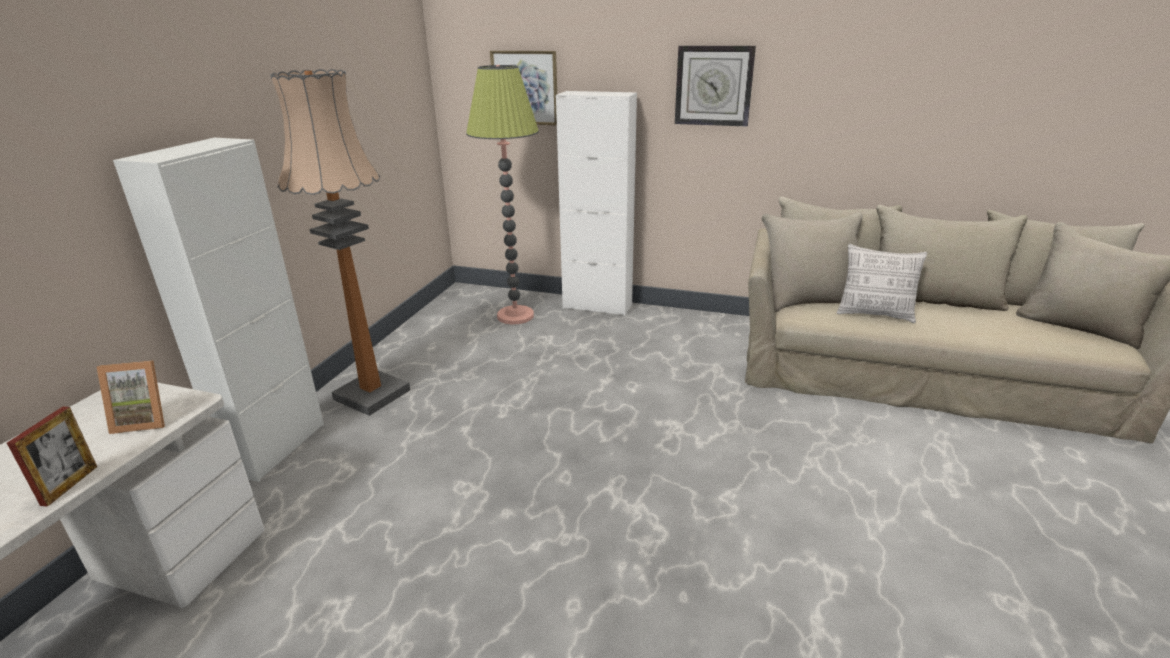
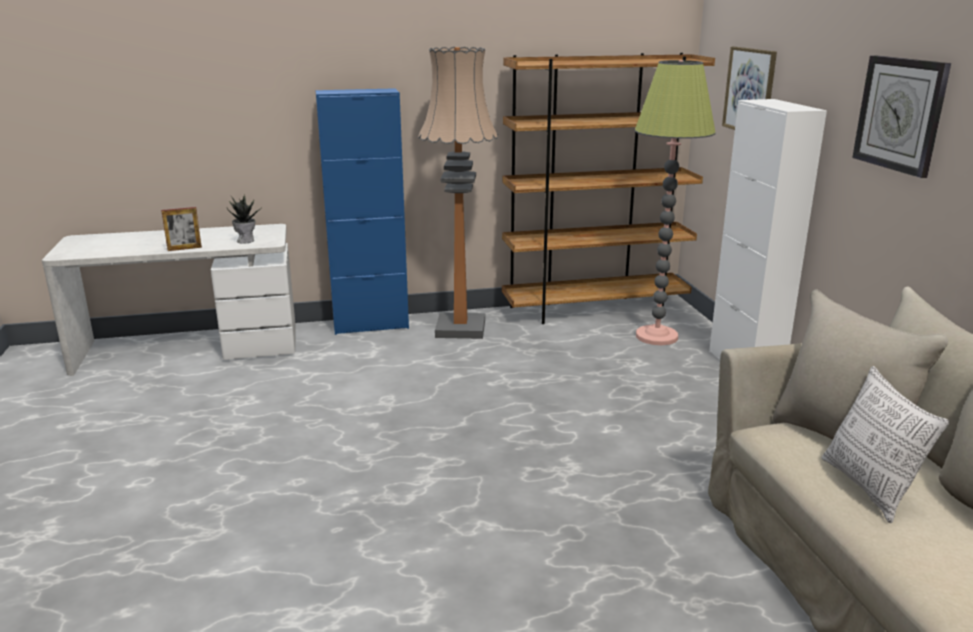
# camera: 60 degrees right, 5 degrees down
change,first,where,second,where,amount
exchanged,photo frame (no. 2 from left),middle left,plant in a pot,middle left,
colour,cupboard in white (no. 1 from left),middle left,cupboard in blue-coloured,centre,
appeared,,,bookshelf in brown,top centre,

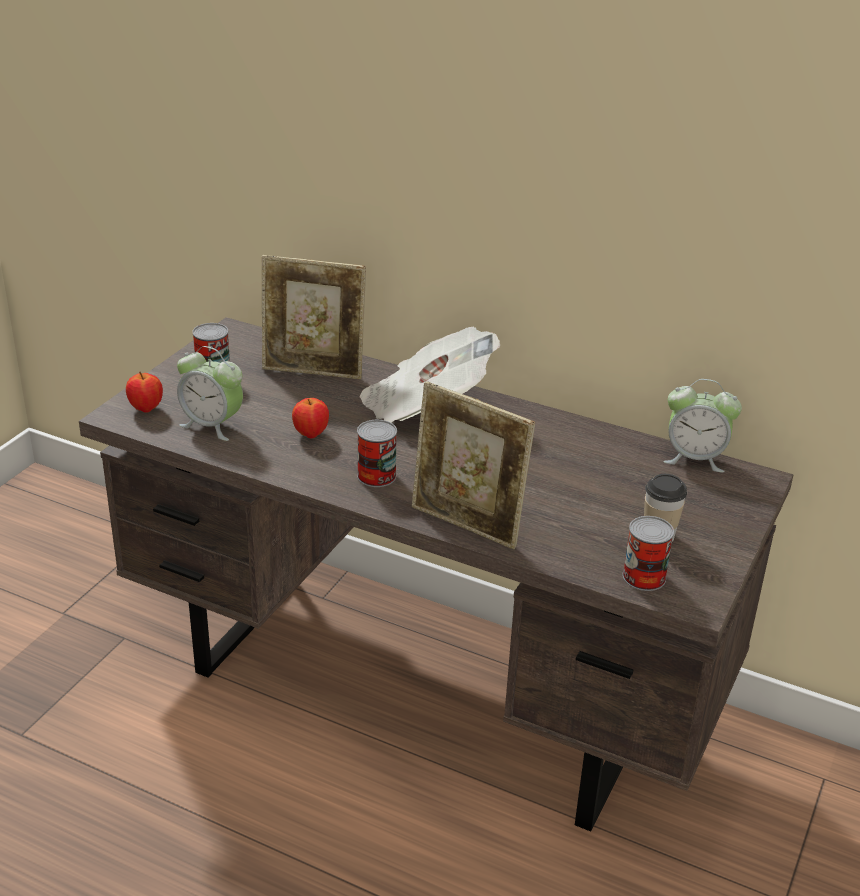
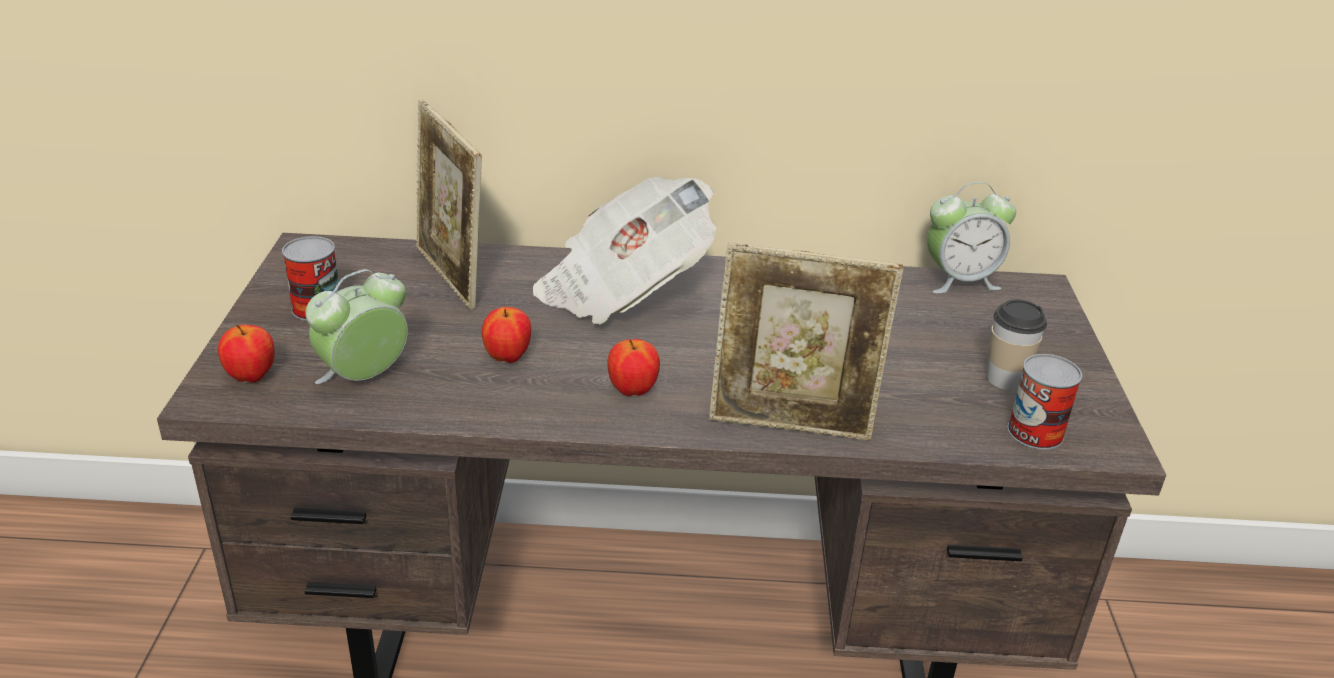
# camera: 25 degrees left, 0 degrees up
change,first,where,second,where,amount
spun,alarm clock (no. 1 from left),middle left,,middle left,135 degrees clockwise
spun,photo frame (no. 1 from left),centre,,top centre,75 degrees clockwise
exchanged,sealed can (no. 2 from left),centre,whole apple (no. 3 from left),centre,

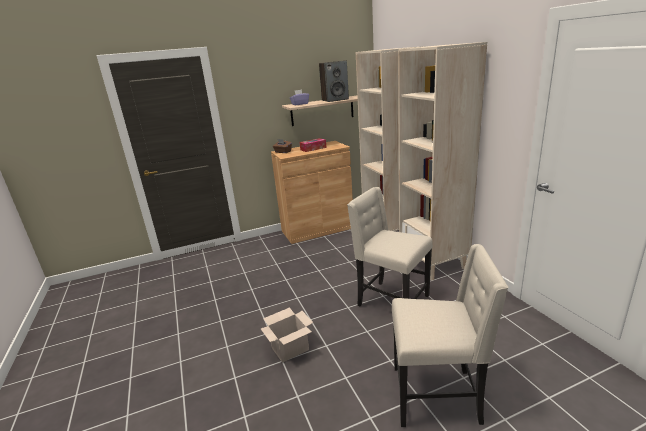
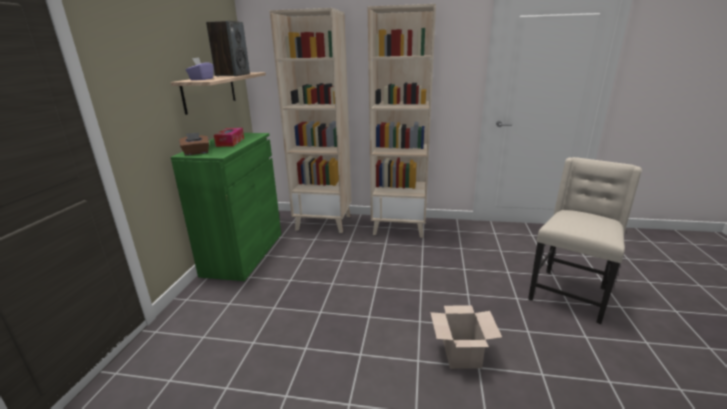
# camera: 60 degrees left, 0 degrees up
change,first,where,second,where,amount
colour,cupboard in brown,centre,cupboard in green-coloured,middle left,
missing,upright chair in sand-coloured (no. 1 from left),centre,,,

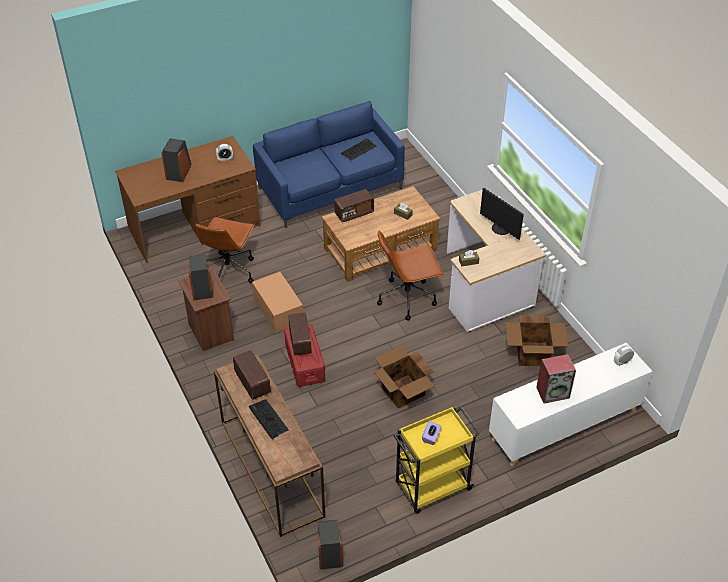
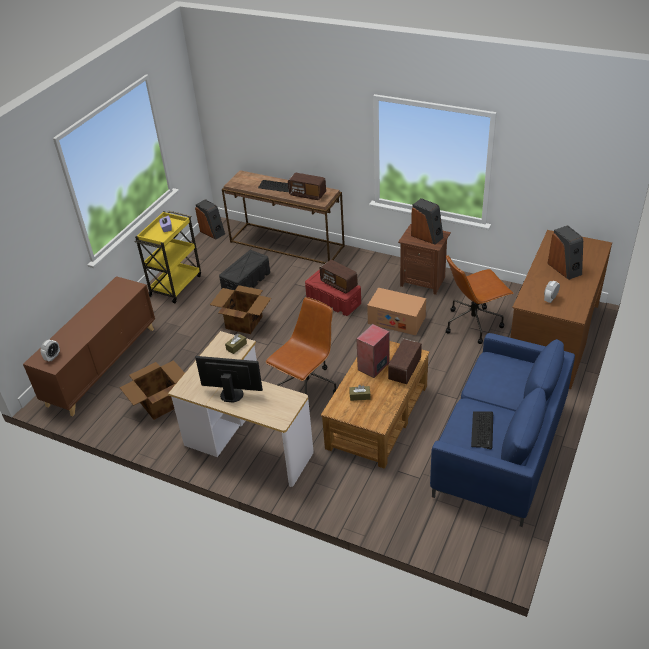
# camera: 145 degrees right, 5 degrees down
change,first,where,second,where,amount
colour,cupboard in white,bottom right,cupboard in brown,middle left,
appeared,,,storage bin in blackish,centre,
relocated,audio speaker (no. 4 from left in the first image),middle right,audio speaker (no. 2 from left),centre,
spun,desk chair in brown (no. 1 from left in the first image),middle left,desk chair in brown (no. 2 from left),middle right,90 degrees counterclockwise

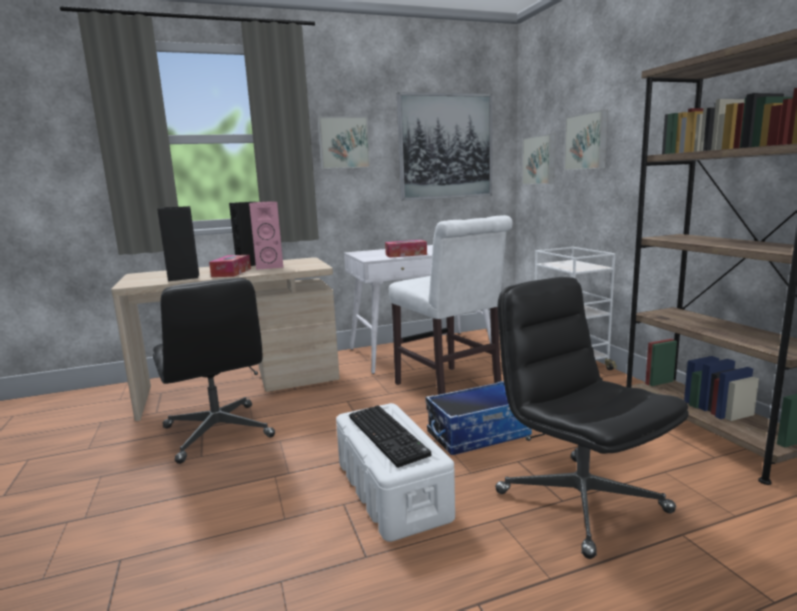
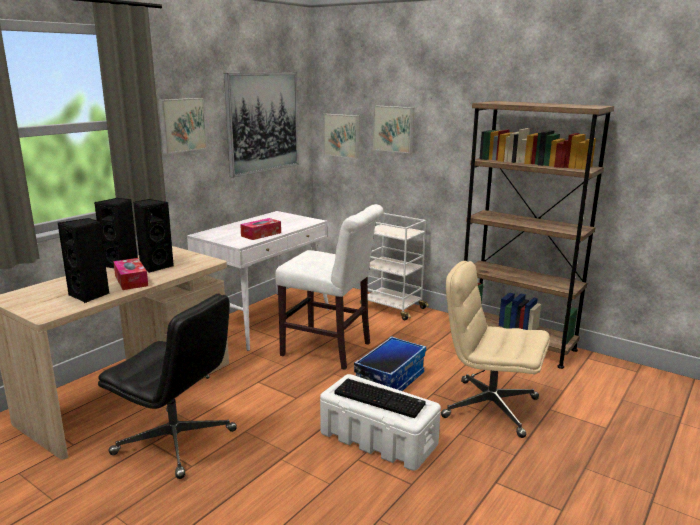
# camera: 35 degrees left, 5 degrees up
change,first,where,second,where,amount
colour,audio speaker in pink,centre,audio speaker in blackish (no. 3 from left),middle left,
colour,desk chair in blackish (no. 2 from left),bottom right,desk chair in sand-coloured,middle right,

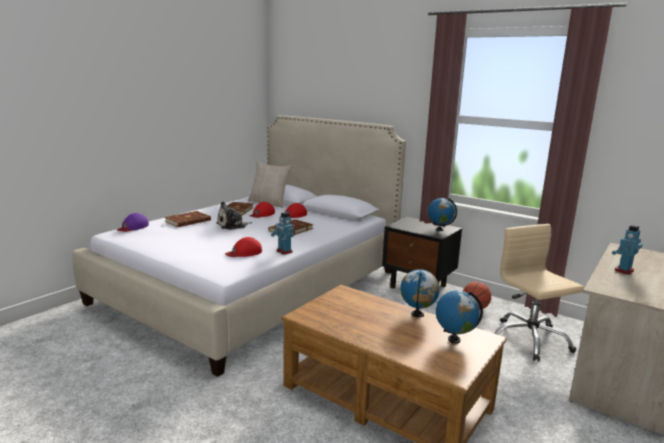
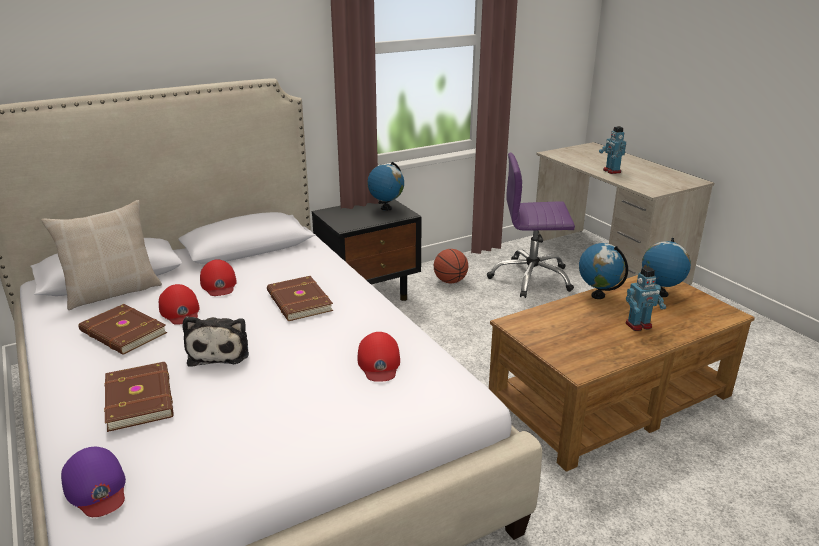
# camera: 65 degrees left, 10 degrees up
change,first,where,second,where,amount
colour,desk chair in sand-coloured,middle right,desk chair in purple-coloured,centre,
relocated,robot figure (no. 1 from left in the first image),centre,robot figure (no. 2 from left),middle right,

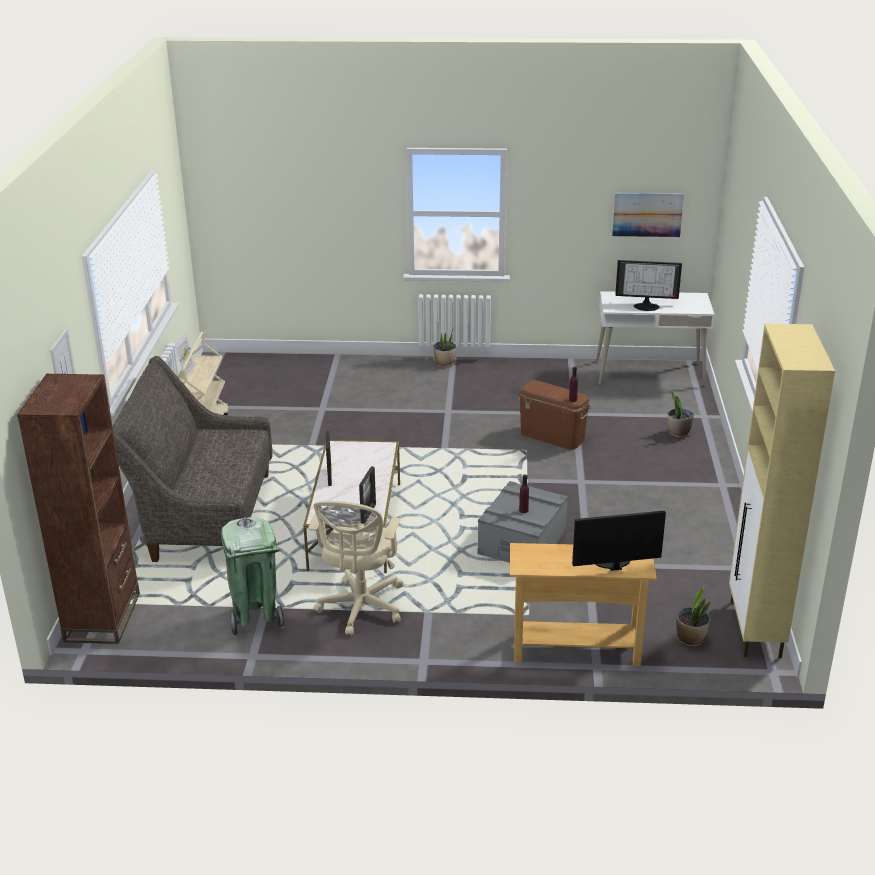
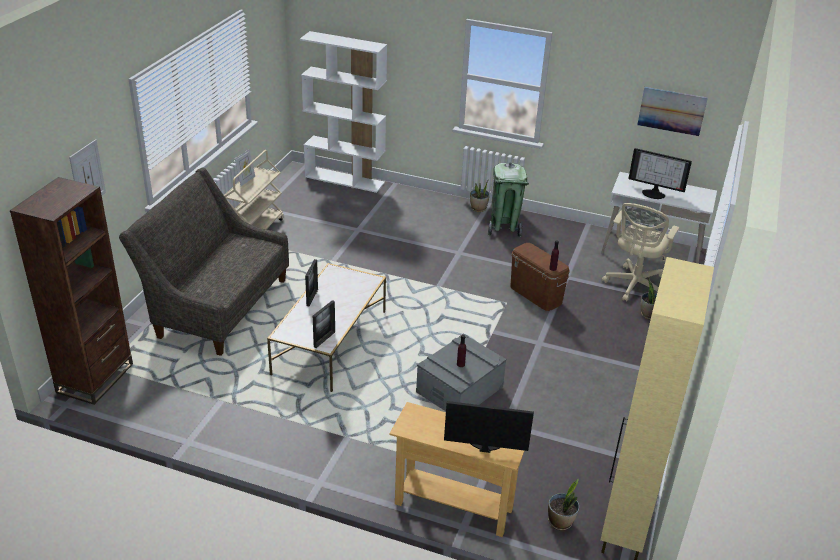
# camera: 15 degrees right, 5 degrees up
change,first,where,second,where,amount
appeared,,,bookshelf in white,top centre,
relocated,rubbish bin in green-coloured,middle left,,centre,
relocated,desk chair in sand-coloured,centre,,middle right,

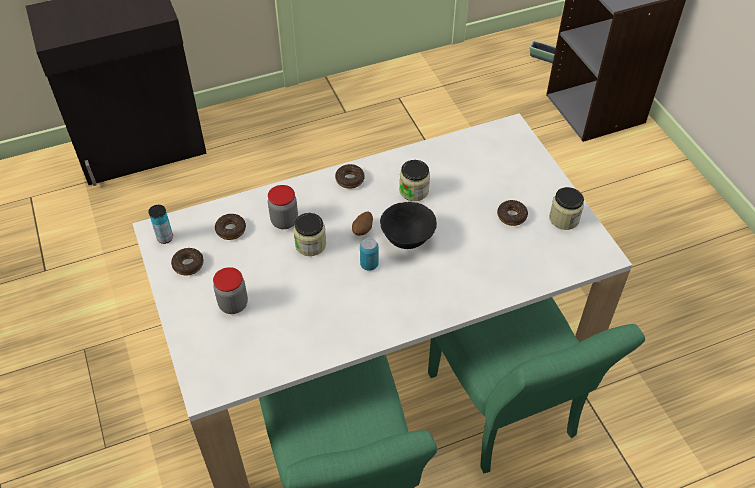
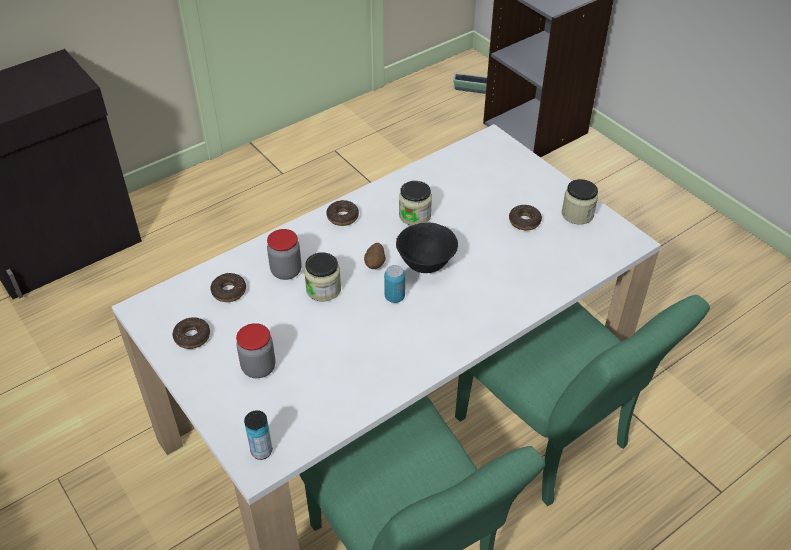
# camera: 15 degrees left, 5 degrees down
change,first,where,second,where,amount
relocated,sealed can (no. 1 from left),middle left,,bottom left,

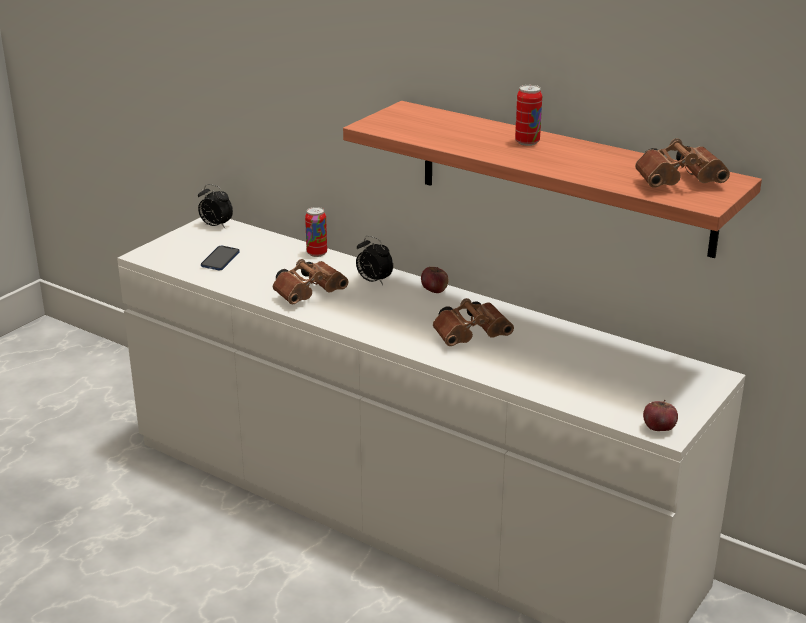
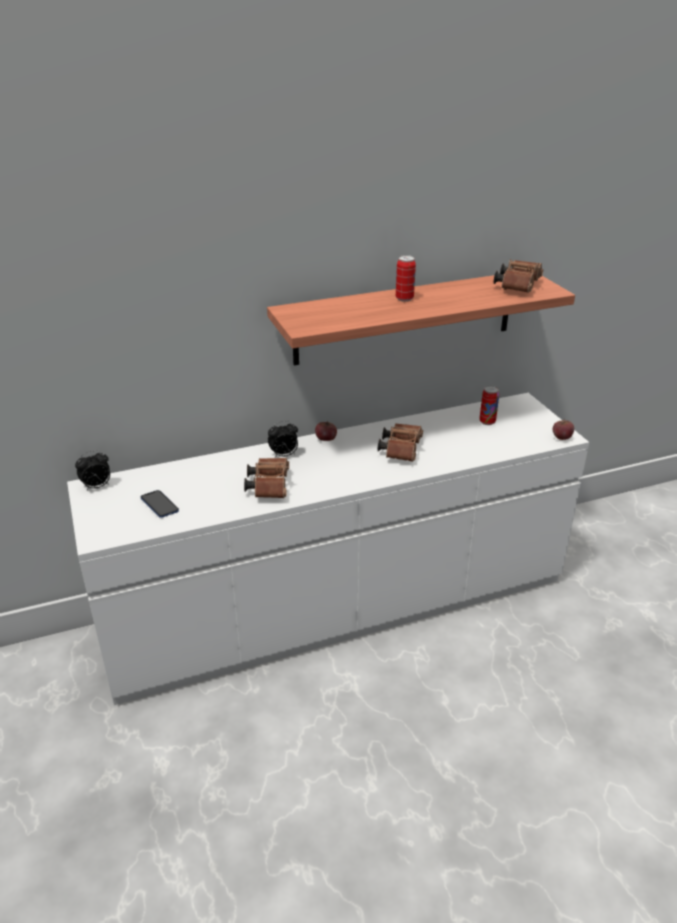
# camera: 55 degrees left, 5 degrees up
change,first,where,second,where,amount
relocated,sealed can (no. 1 from left in the first image),centre,sealed can (no. 2 from left),middle right,

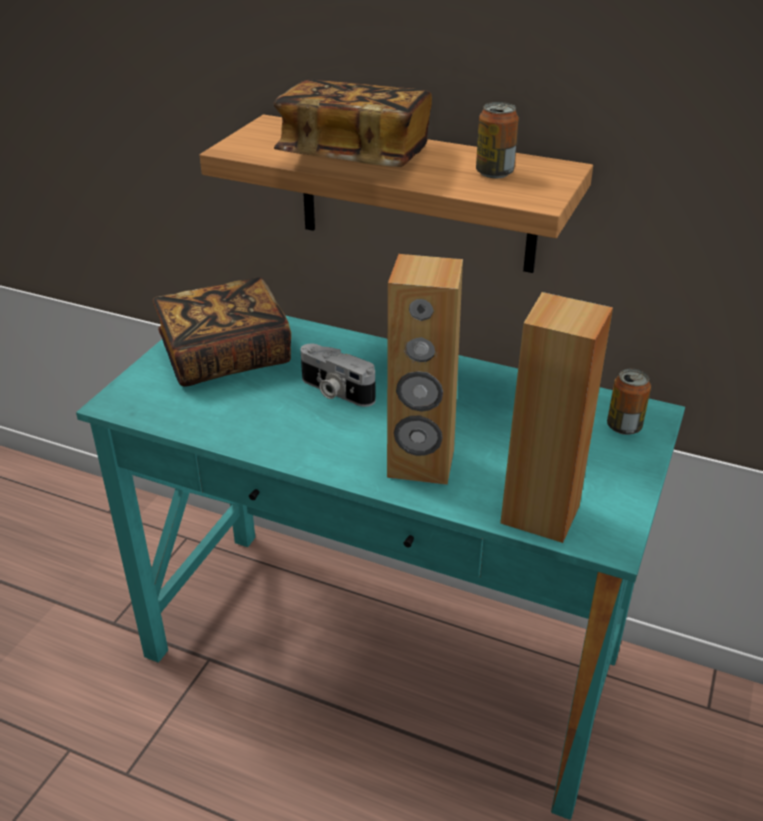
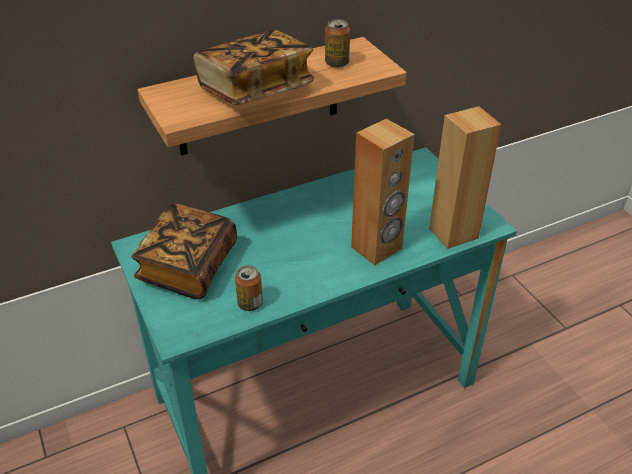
# camera: 50 degrees left, 5 degrees up
change,first,where,second,where,amount
relocated,sealed can (no. 2 from left in the first image),middle right,sealed can (no. 1 from left),centre,
missing,still camera,centre,,,

